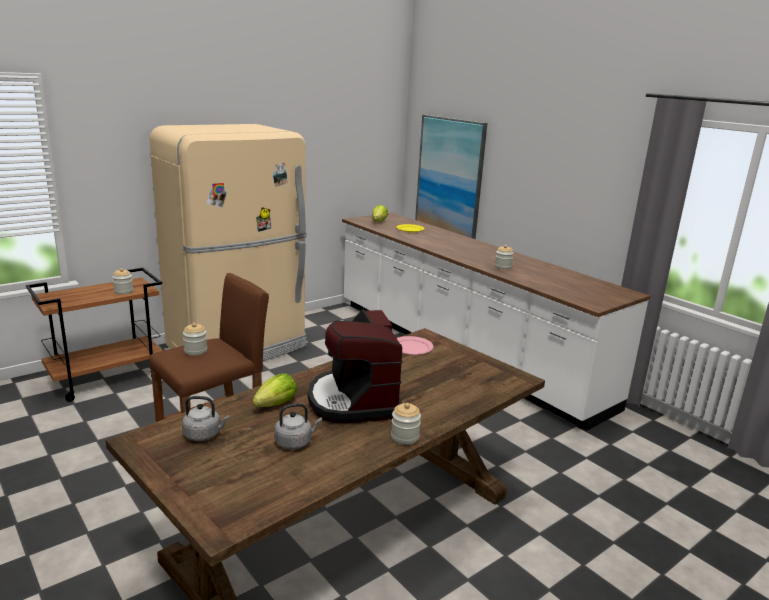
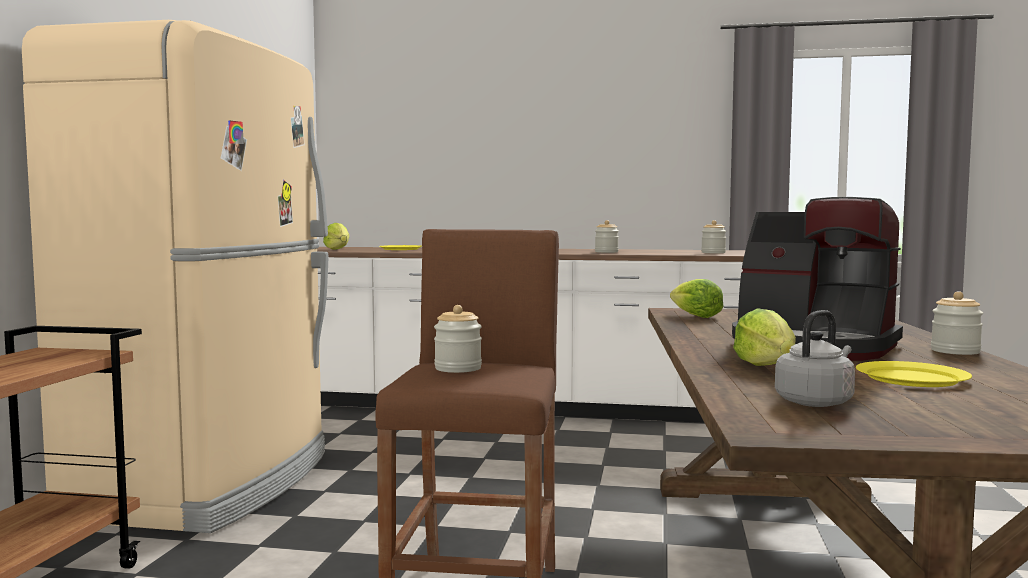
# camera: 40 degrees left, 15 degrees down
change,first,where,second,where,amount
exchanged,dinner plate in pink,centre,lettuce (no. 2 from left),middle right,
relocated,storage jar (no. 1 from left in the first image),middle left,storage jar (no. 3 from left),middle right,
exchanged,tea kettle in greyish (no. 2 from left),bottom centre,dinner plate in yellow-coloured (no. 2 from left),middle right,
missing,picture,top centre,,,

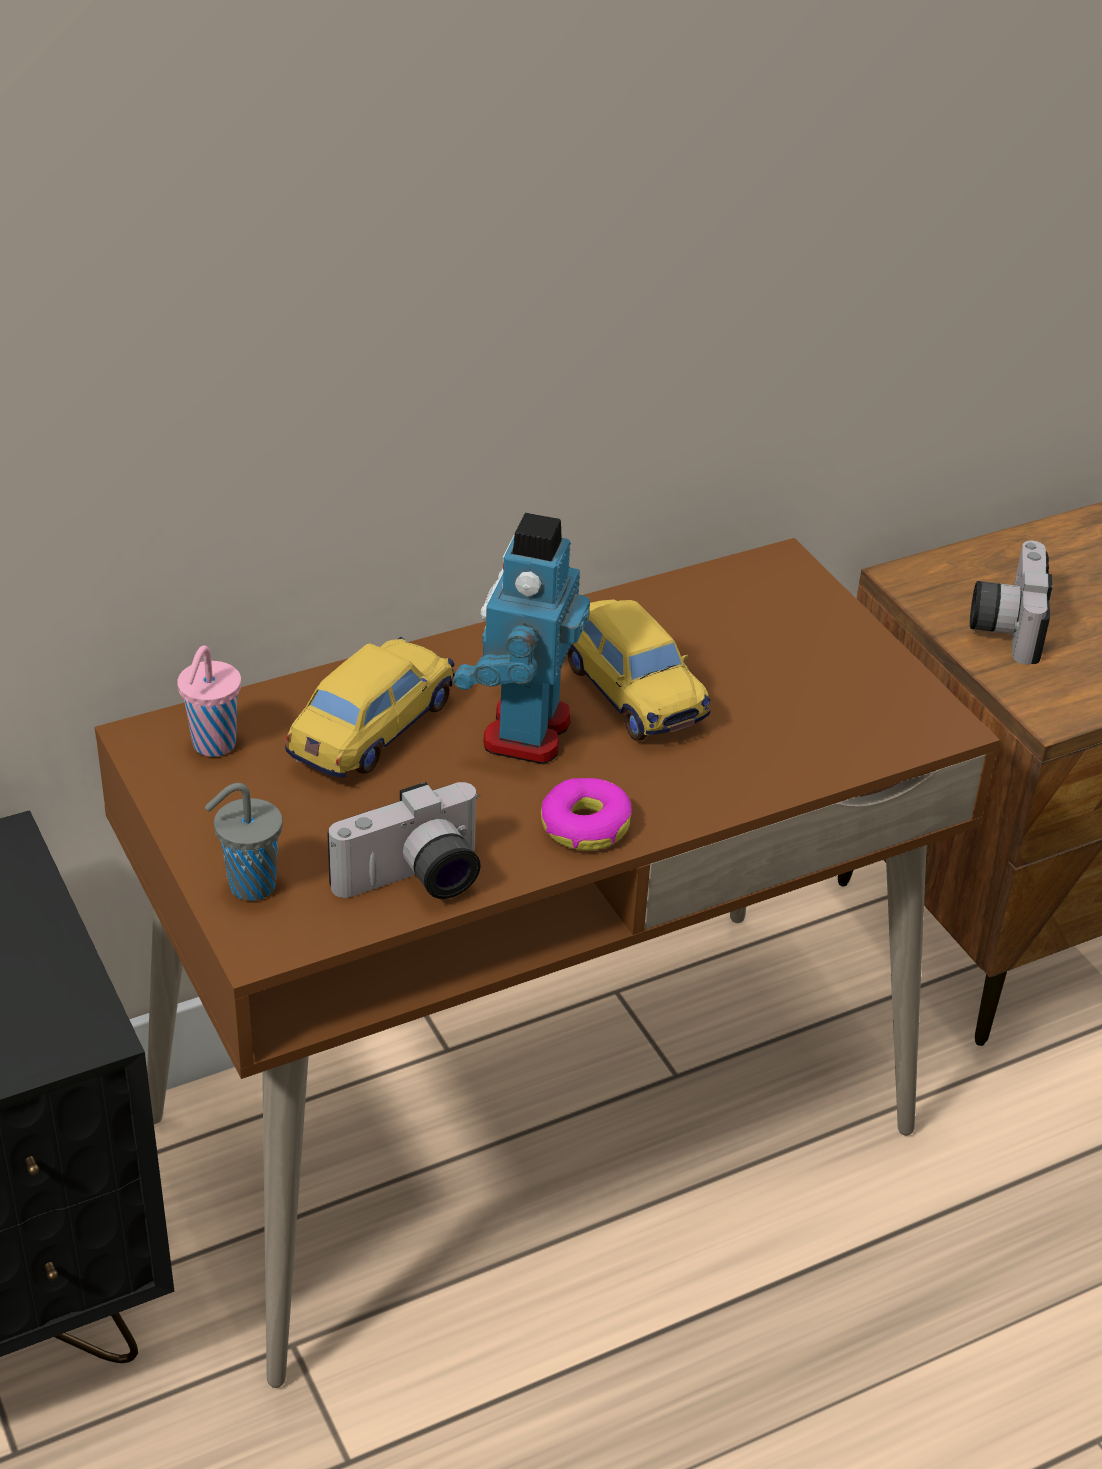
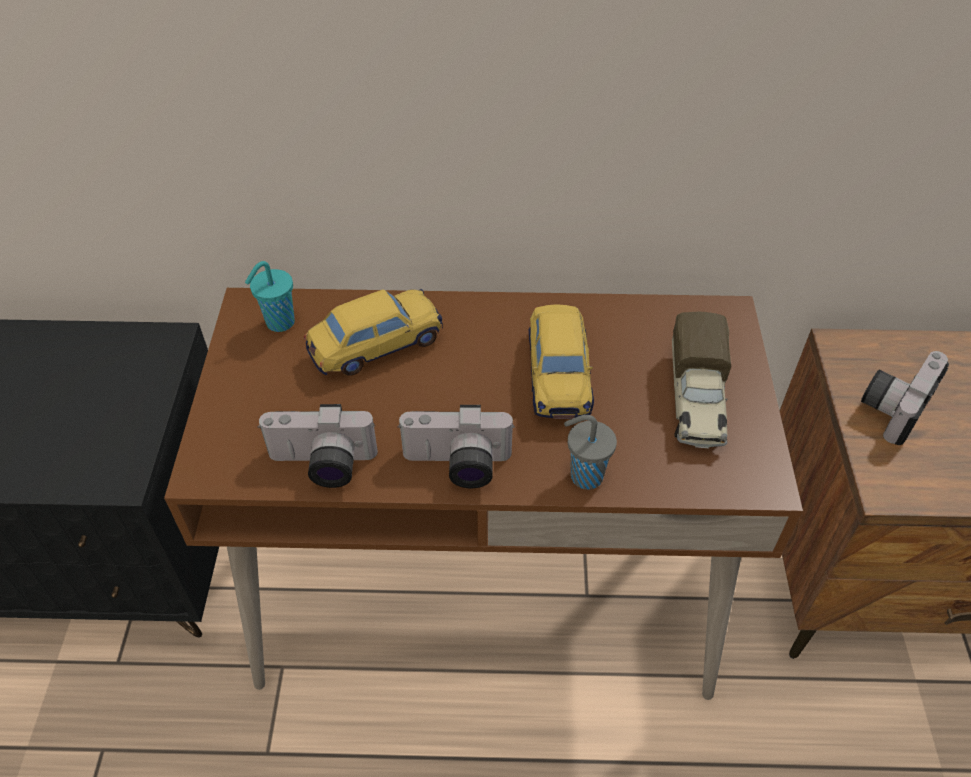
# camera: 30 degrees right, 10 degrees up
change,first,where,second,where,amount
colour,cup in pink,middle left,cup in turquoise,middle left,
exchanged,donut,centre,still camera (no. 2 from left),centre,
relocated,cup in greyish,middle left,,centre,
appeared,,,toy lorry,middle right,
missing,robot figure,centre,,,

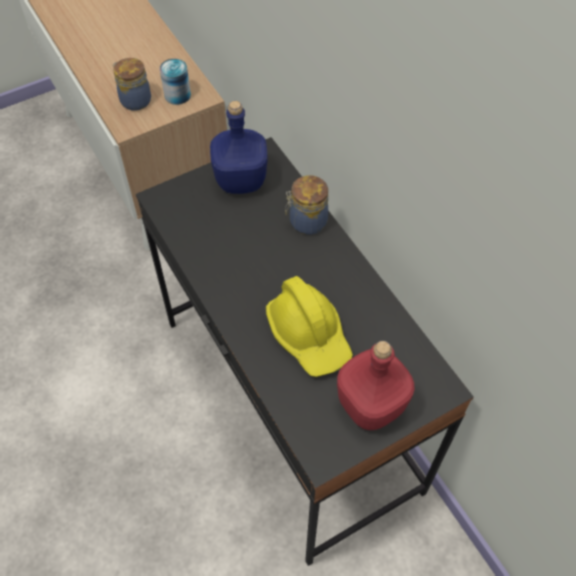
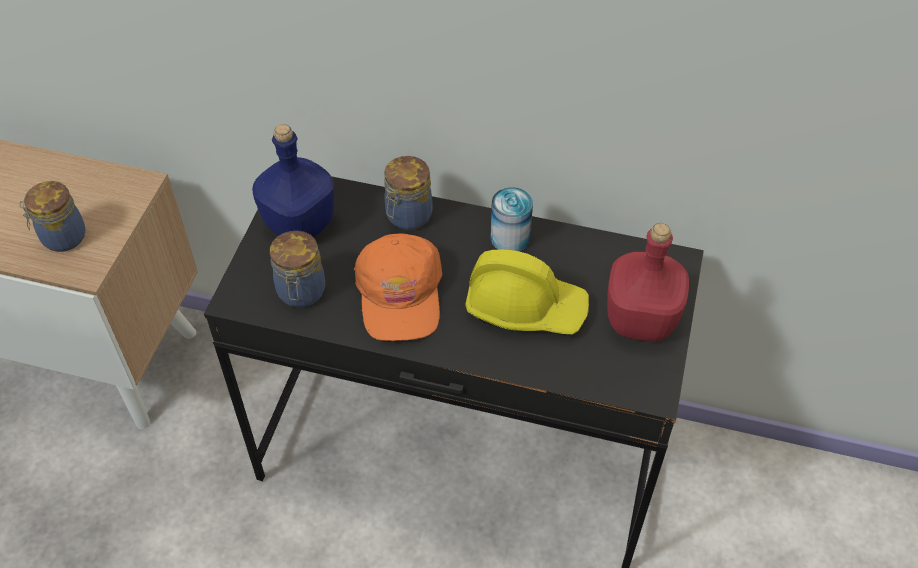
# camera: 45 degrees left, 5 degrees down
change,first,where,second,where,amount
appeared,,,storage jar (no. 2 from left),middle left,
appeared,,,peaked cap in orange-coloured,centre,
relocated,sealed can,top left,,centre,

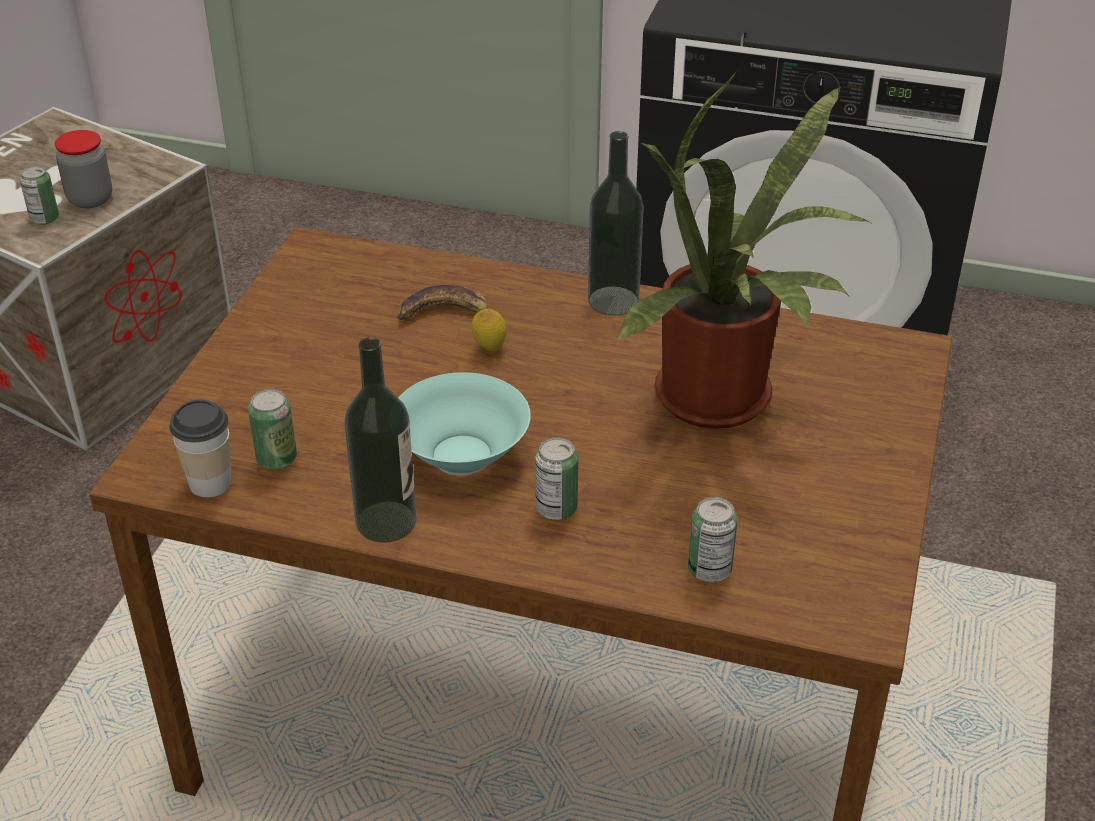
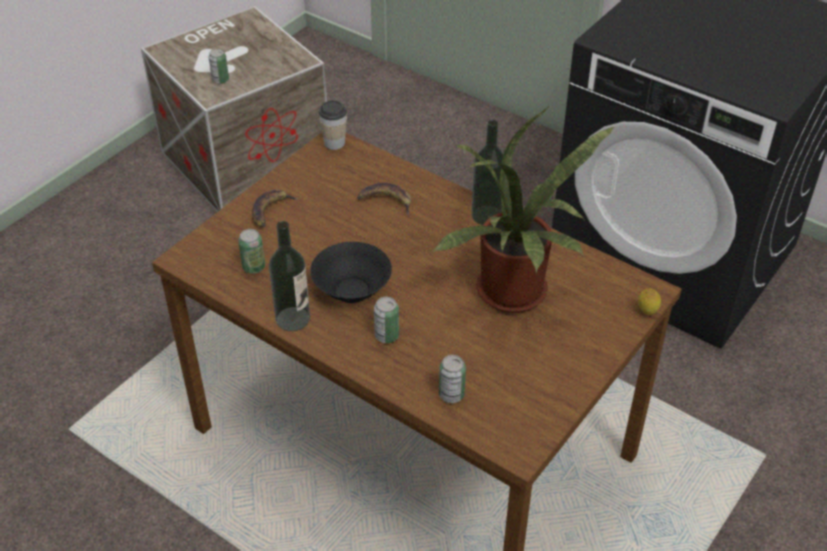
# camera: 20 degrees right, 5 degrees up
change,first,where,second,where,amount
appeared,,,whole banana (no. 1 from left),middle left,
colour,serving bowl in turquoise,centre,serving bowl in blackish,centre,
relocated,cup,middle left,,top centre,
relocated,whole lemon,centre,,middle right,
missing,storage jar,top left,,,

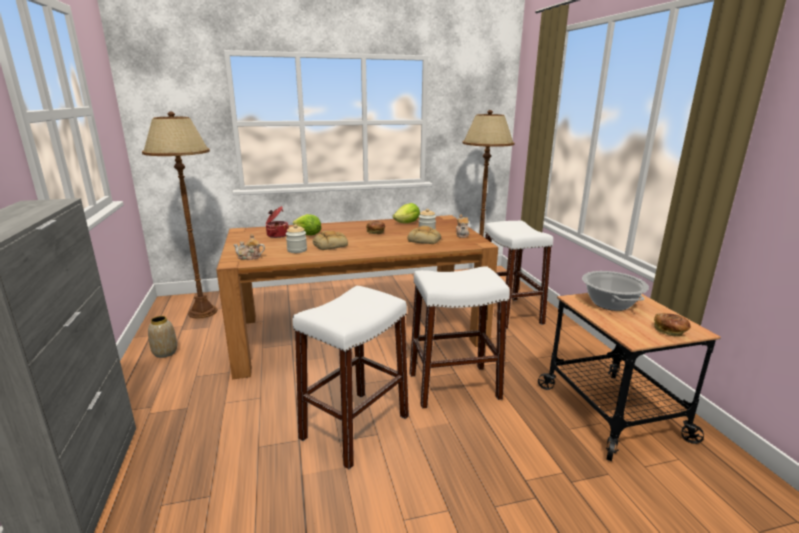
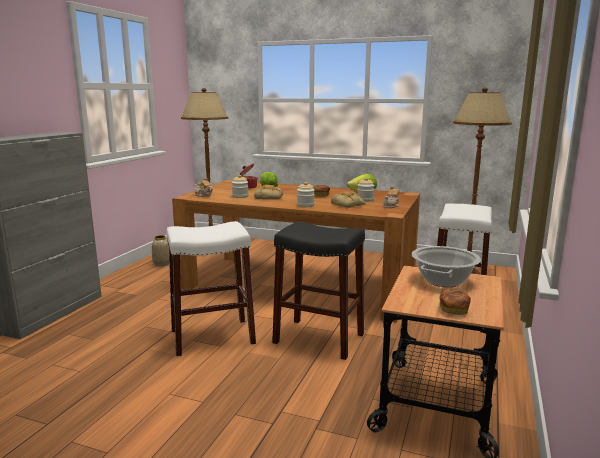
# camera: 35 degrees right, 5 degrees down
change,first,where,second,where,amount
colour,sitting stool in white (no. 2 from left),centre,sitting stool in blackish,centre,
appeared,,,storage jar (no. 2 from left),centre,

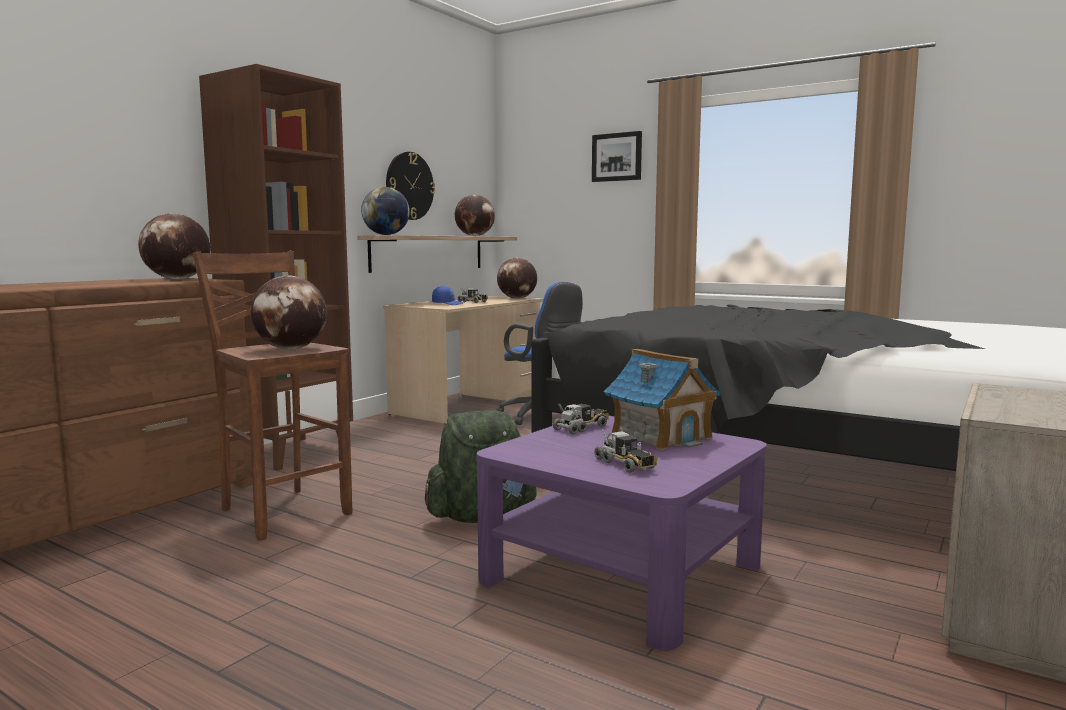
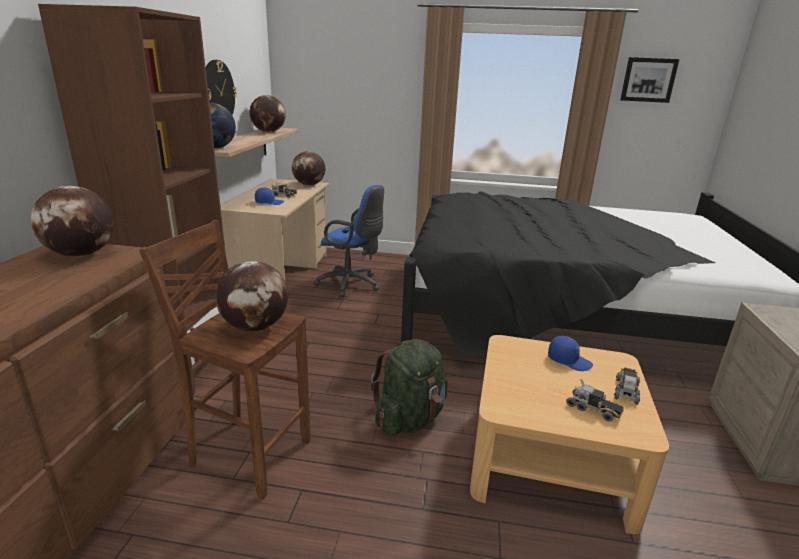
# camera: 25 degrees left, 15 degrees up
change,first,where,second,where,amount
colour,lounge table in purple-coloured,bottom centre,lounge table in sand-coloured,bottom right,
exchanged,toy house,centre,peaked cap in blue-coloured (no. 2 from left),middle right,
relocated,toy lorry (no. 2 from left in the first image),centre,toy lorry (no. 3 from left),bottom right,
relocated,picture,top centre,,top right,

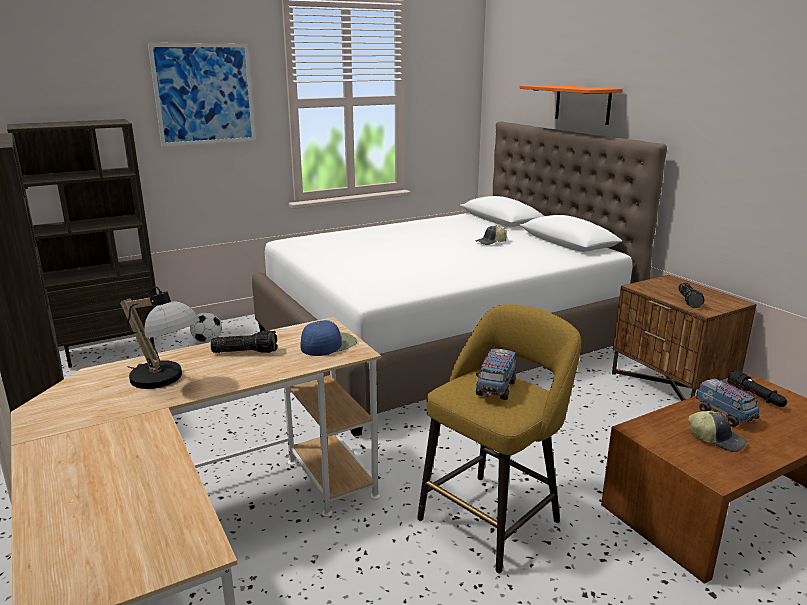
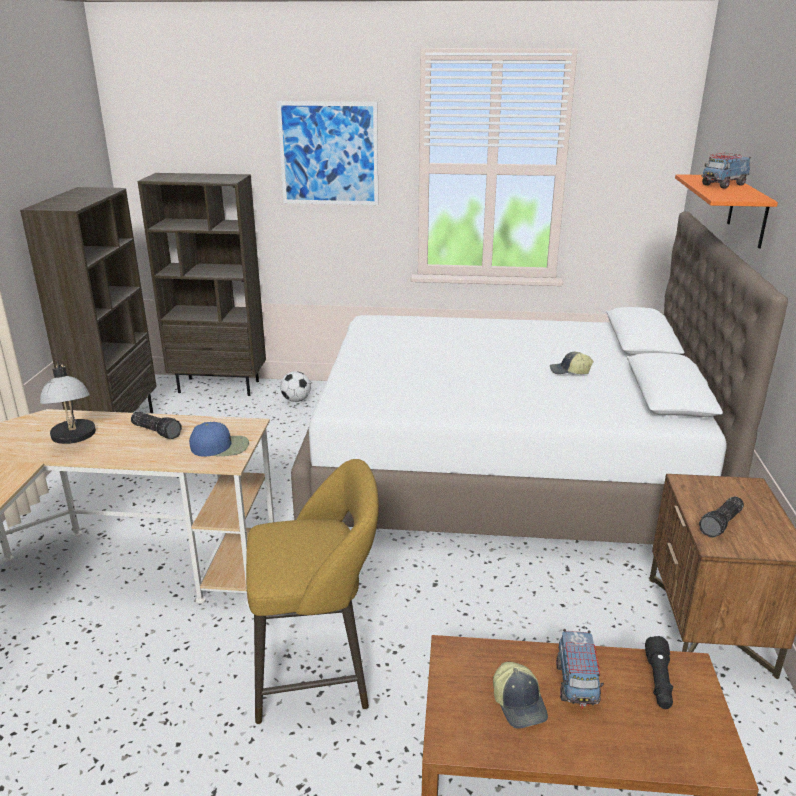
# camera: 35 degrees right, 5 degrees up
change,first,where,second,where,amount
relocated,toy lorry (no. 1 from left in the first image),centre,toy lorry (no. 2 from left),top right,

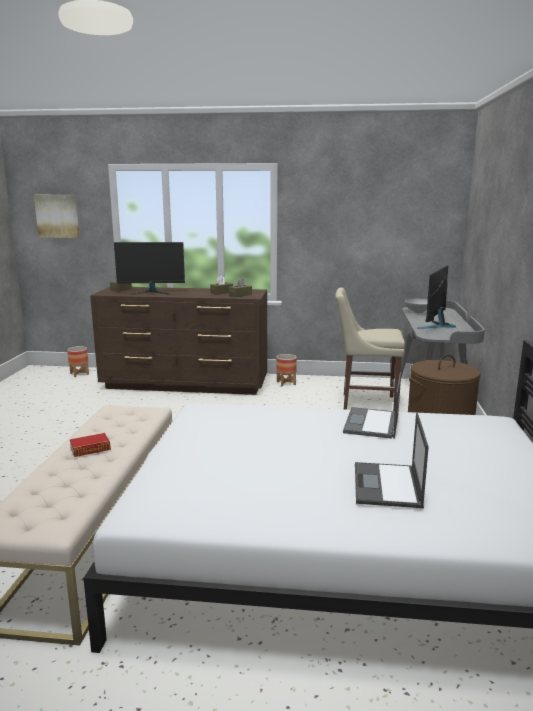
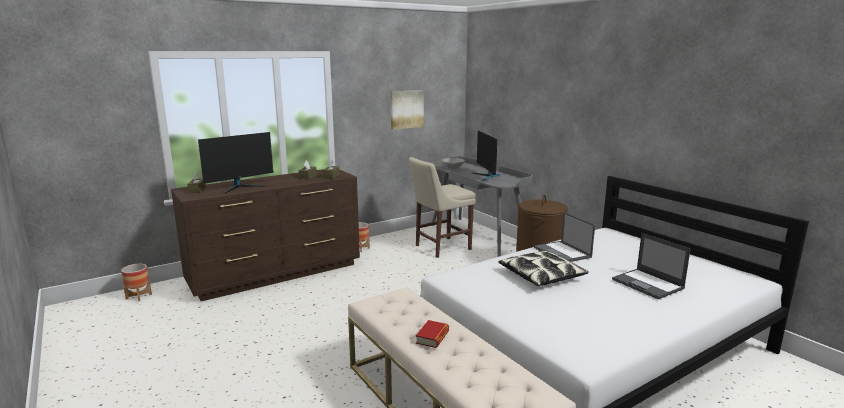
# camera: 40 degrees left, 0 degrees up
change,first,where,second,where,amount
relocated,picture,top left,,top centre,
appeared,,,throw pillow,centre,

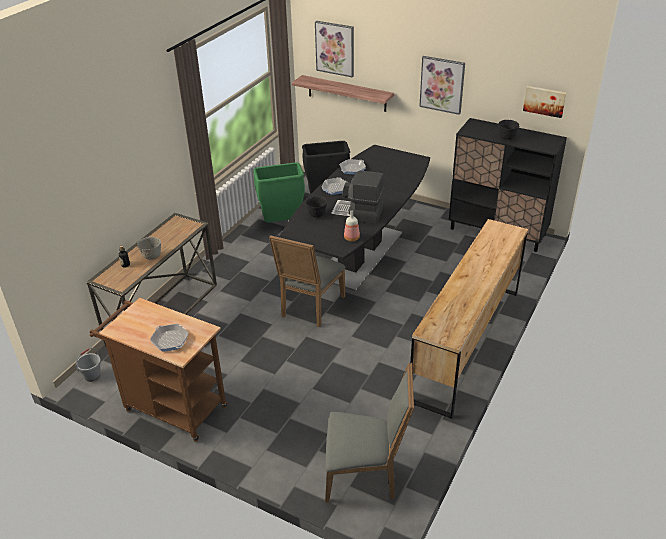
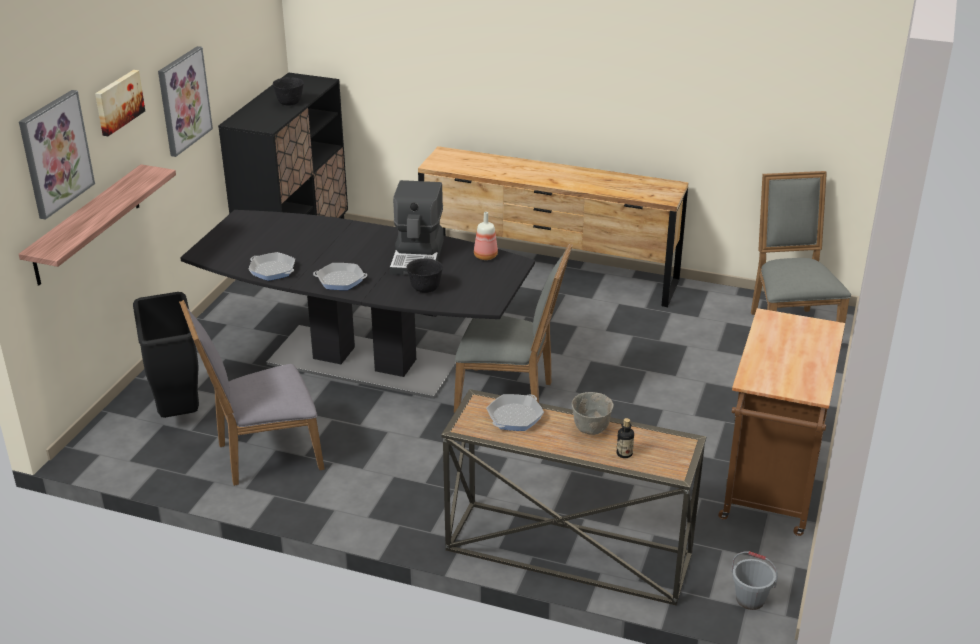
# camera: 100 degrees left, 5 degrees down
change,first,where,second,where,amount
relocated,picture (no. 3 from left in the first image),top right,picture (no. 2 from left),top left,
exchanged,rubbish bin in green-coloured,centre,upright chair in greyish (no. 1 from left),middle left,
relocated,skillet (no. 1 from left in the first image),middle left,skillet (no. 3 from left),centre,

